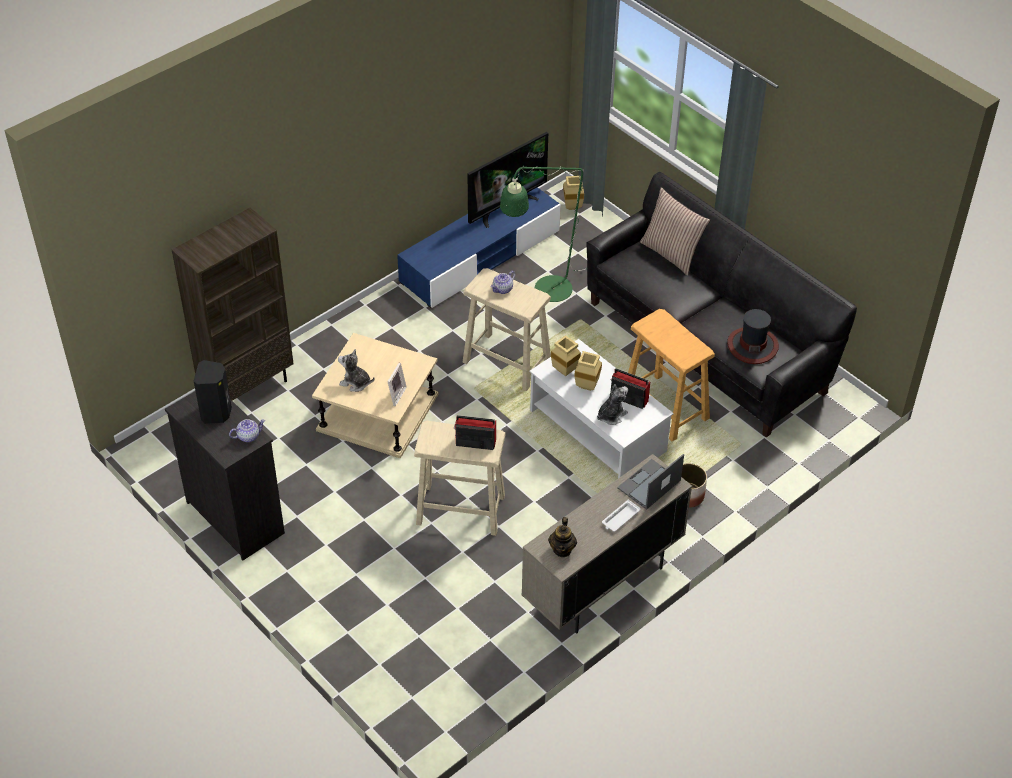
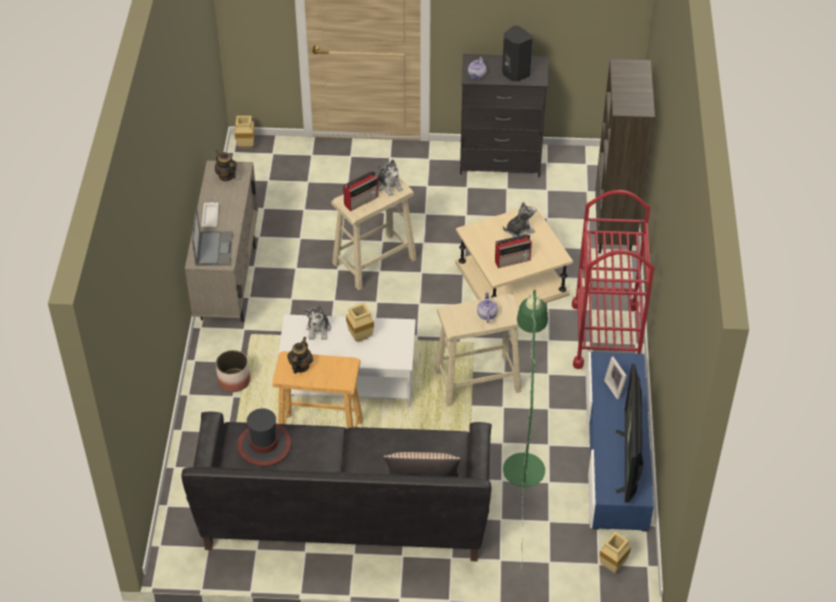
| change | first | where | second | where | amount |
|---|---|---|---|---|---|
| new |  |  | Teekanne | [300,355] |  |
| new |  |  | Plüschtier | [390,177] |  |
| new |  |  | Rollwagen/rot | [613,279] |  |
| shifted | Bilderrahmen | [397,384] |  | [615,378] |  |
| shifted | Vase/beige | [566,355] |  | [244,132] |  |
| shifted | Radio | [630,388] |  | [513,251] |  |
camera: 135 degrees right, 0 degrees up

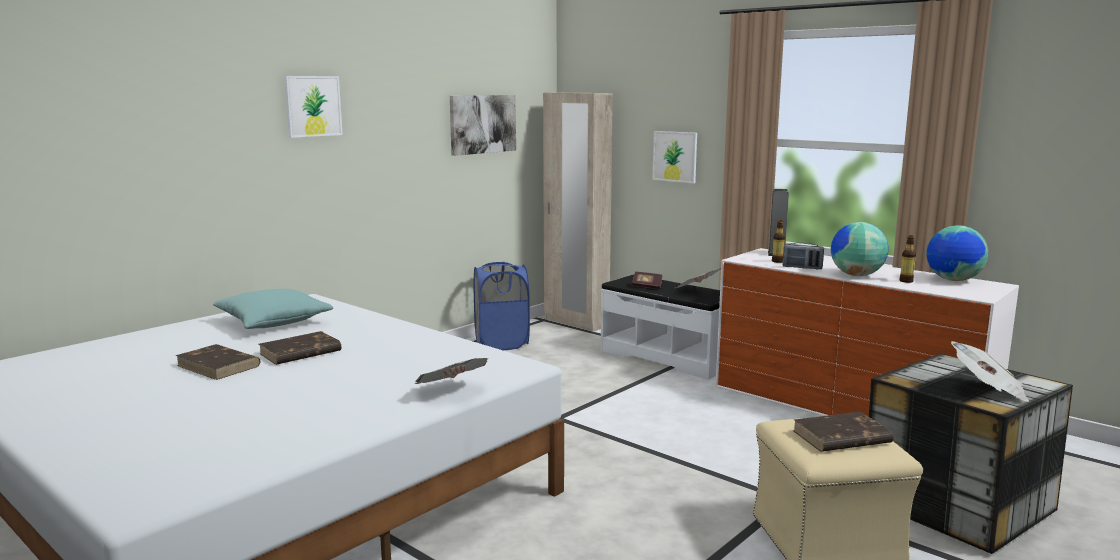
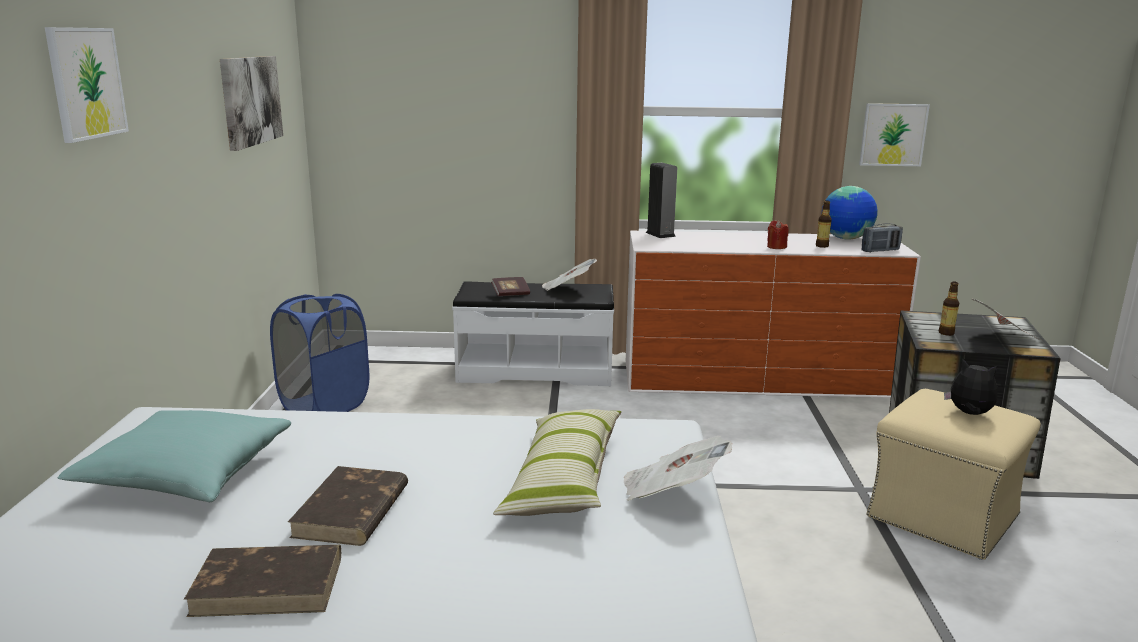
| change | first | where | second | where | amount |
|---|---|---|---|---|---|
| gone | Kleiderschrank/beige | [578,212] |  |  |  |
| new |  |  | Kissen | [557,462] |  |
| shifted | Bild | [675,157] |  | [894,134] |  |
| shifted | Flasche | [778,241] |  | [949,308] |  |
| shifted | Radio | [803,255] |  | [882,237] |  |
| swapped | Buch/braun | [843,432] | Plüschtier | [971,386] |  |
| swapped | Globus | [860,249] | Kerze/rot | [778,234] |  |
camera: 40 degrees left, 5 degrees up

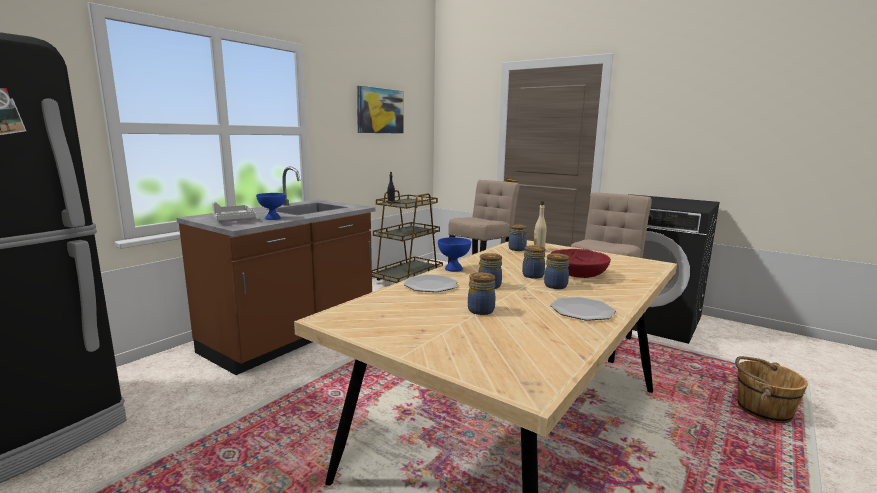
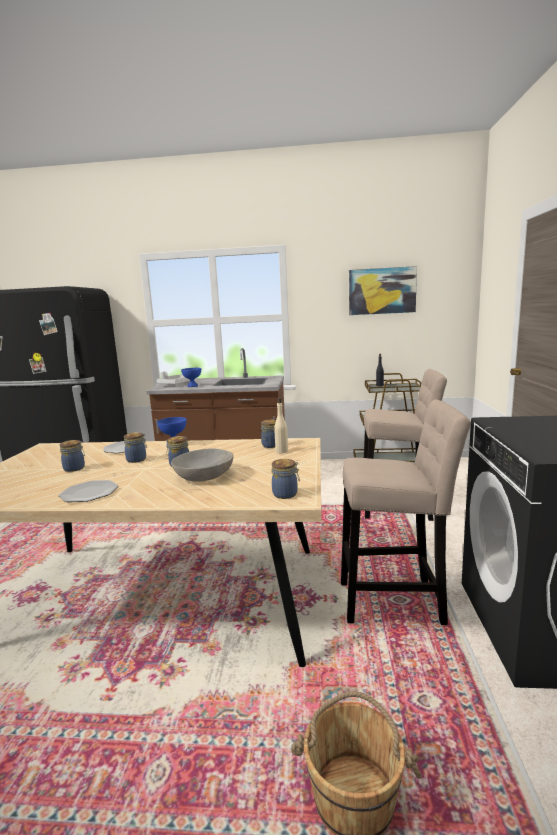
| change | first | where | second | where | amount |
|---|---|---|---|---|---|
| shifted | Vorratsglas | [556,271] |  | [286,479] |  |
| repainted | Schüssel/rot | [580,263] | Schüssel/grau | [202,464] |  |
camera: 60 degrees right, 0 degrees up

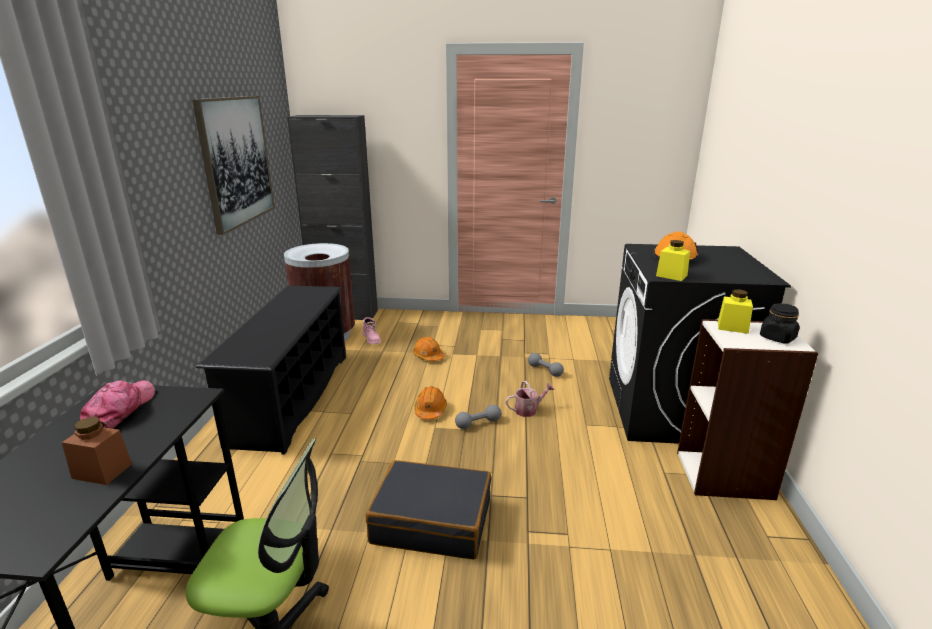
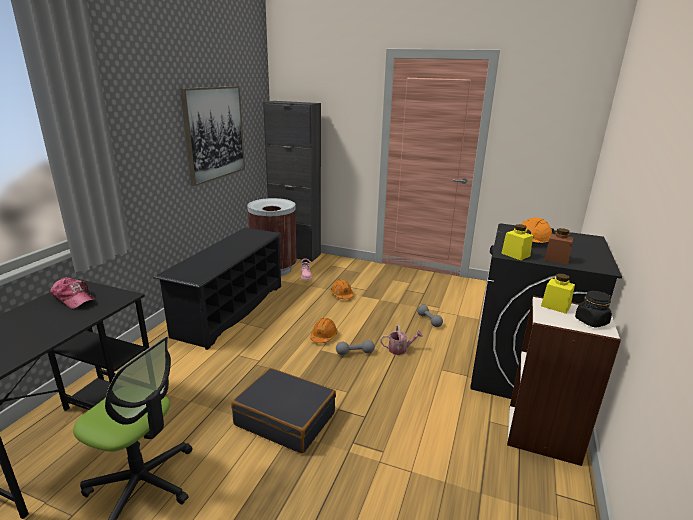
| change | first | where | second | where | amount |
|---|---|---|---|---|---|
| shifted | Vorratsglas/braun | [97,451] |  | [558,246] |  |
| rotated | Kappe | [117,404] |  | [73,293] | 105 degrees clockwise |
camera: 15 degrees right, 0 degrees up

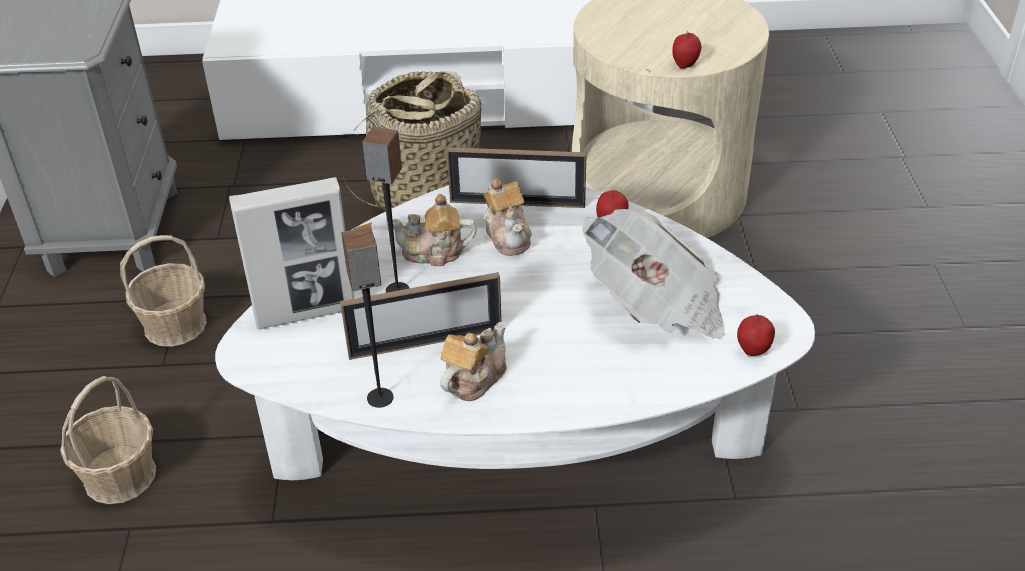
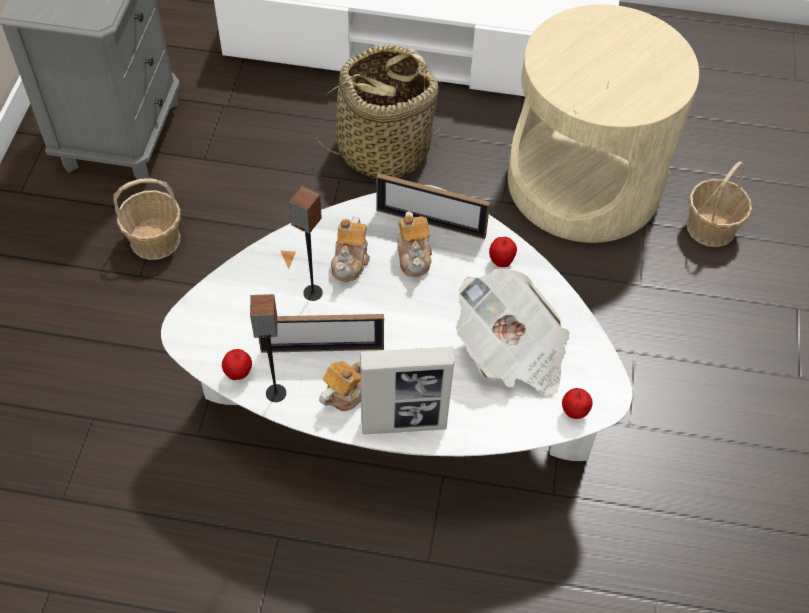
| change | first | where | second | where | amount |
|---|---|---|---|---|---|
| shifted | Korb | [108,440] |  | [719,204] |  |
| shifted | Bilderrahmen | [291,253] |  | [407,390] |  |
| shifted | Apfel | [686,50] |  | [237,364] |  |
| rotated | Teekanne | [434,230] |  | [350,249] | 90 degrees counterclockwise |
camera: 10 degrees right, 15 degrees up

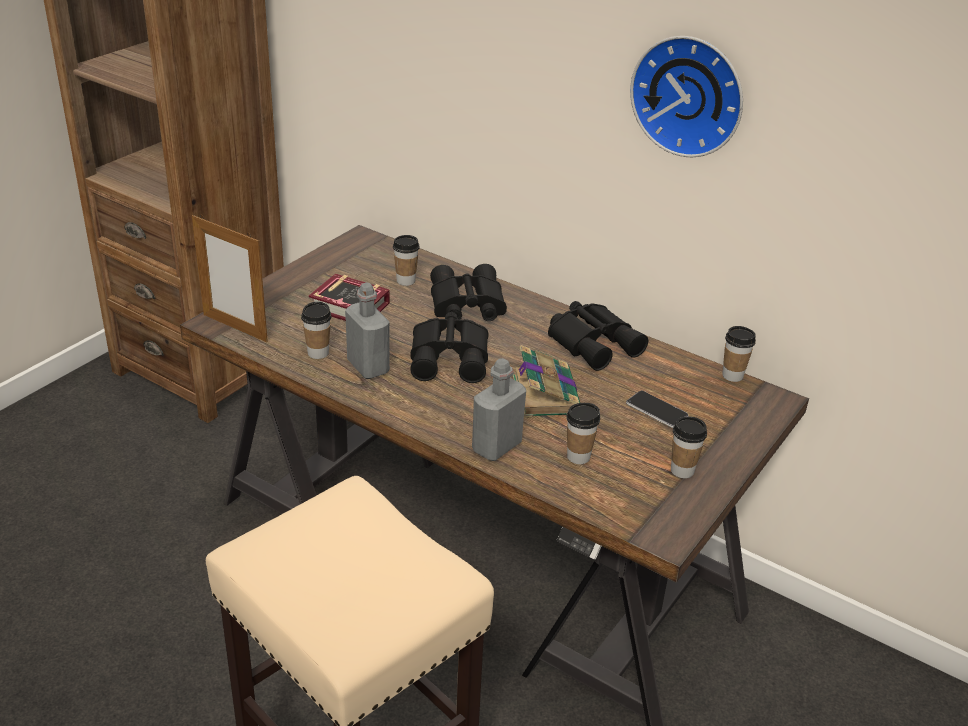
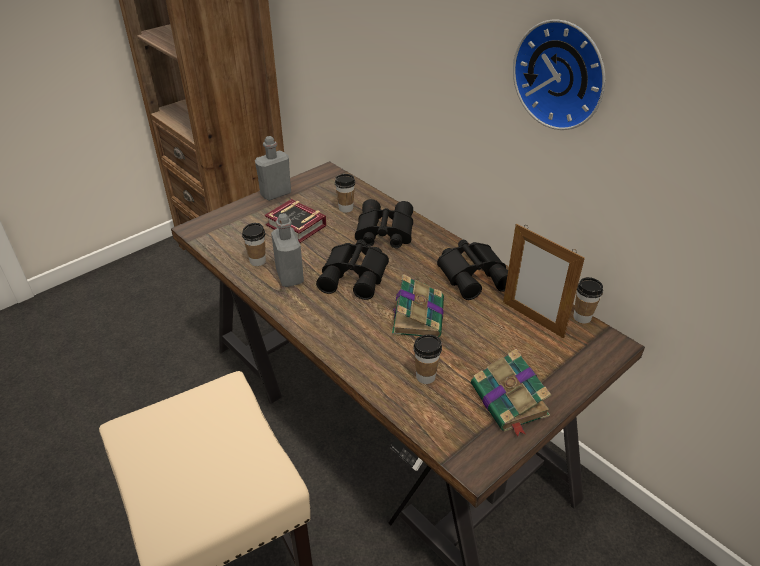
| change | first | where | second | where | amount |
|---|---|---|---|---|---|
| gone | Handy | [657,409] |  |  |  |
| shifted | Bilderrahmen | [230,278] |  | [544,280] |  |
| shifted | Flasche/grau | [499,409] |  | [273,168] |  |
| swapped | Tasse | [689,447] | Buch | [511,392] |  |
camera: 15 degrees right, 5 degrees up

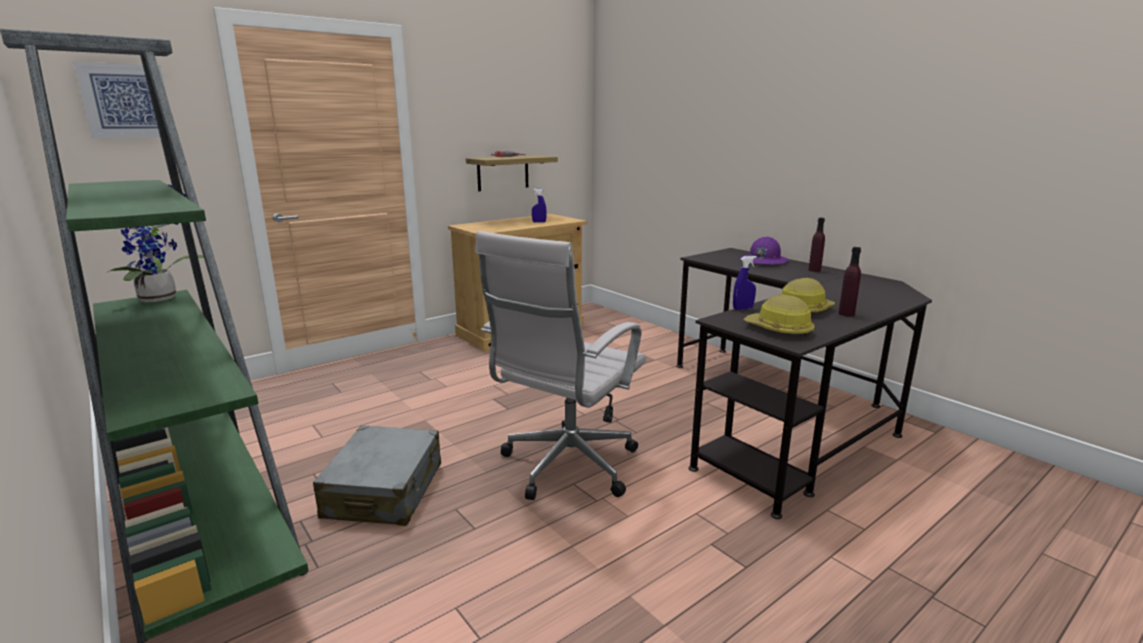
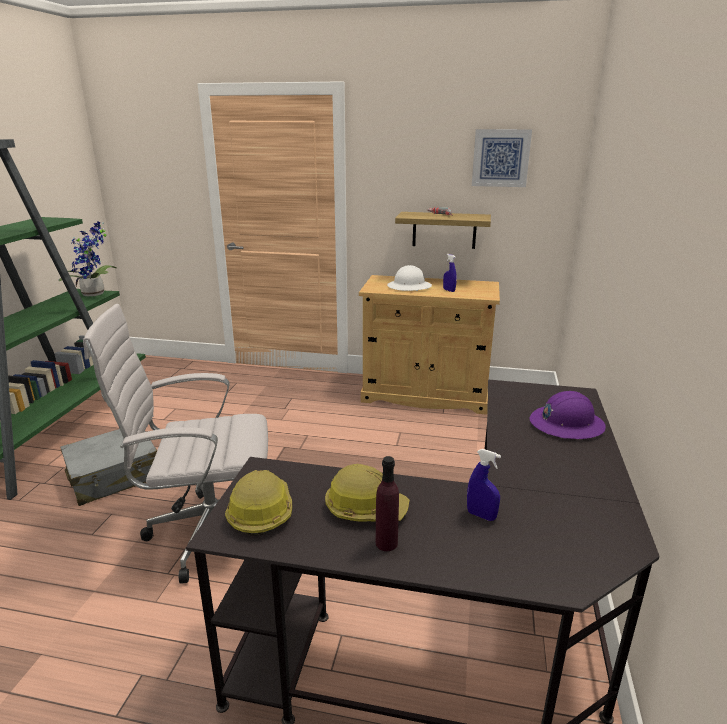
| change | first | where | second | where | amount |
|---|---|---|---|---|---|
| gone | Flasche/lila | [816,245] |  |  |  |
| new |  |  | Schutzhelm/weiß | [409,278] |  |
| shifted | Bild | [120,99] |  | [502,158] |  |
| shifted | Sprühflasche/blau | [745,283] |  | [484,485] |  |
camera: 50 degrees right, 5 degrees up

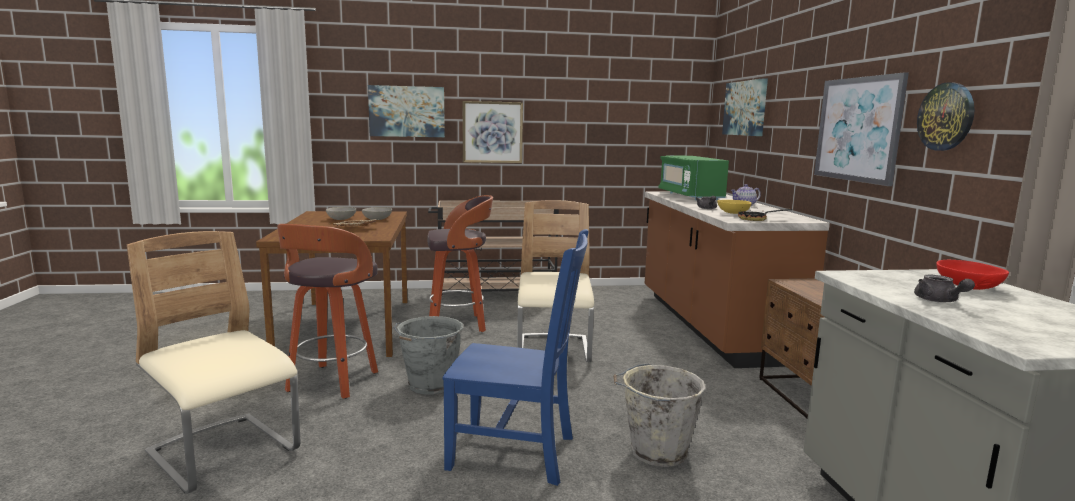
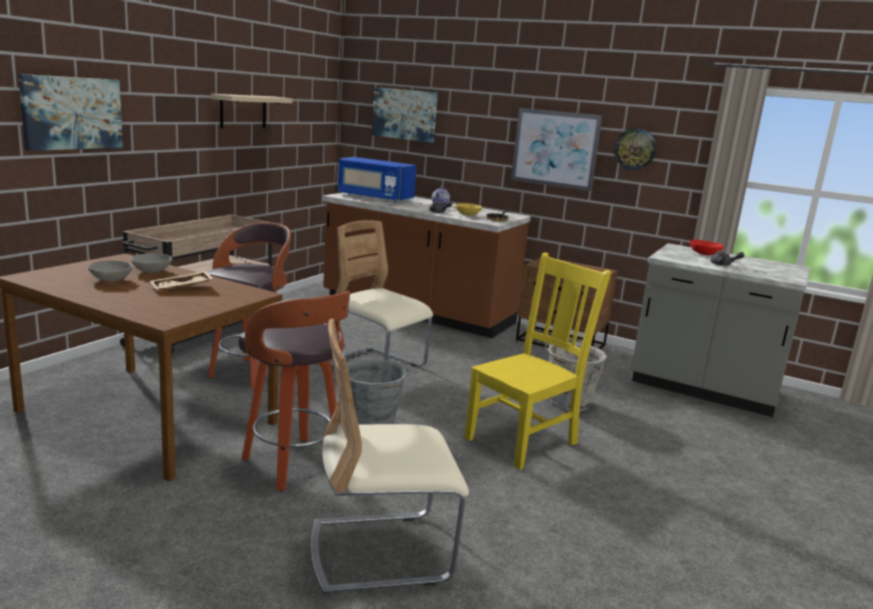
| change | first | where | second | where | amount |
|---|---|---|---|---|---|
| gone | Bild | [493,132] |  |  |  |
| new |  |  | Wandregal/beige | [252,111] |  |
| repainted | Stuhl/blau | [516,357] | Stuhl/gelb | [538,361] |  |
| repainted | Mikrowelle/grün | [694,177] | Mikrowelle/blau | [377,180] |  |
camera: 55 degrees left, 5 degrees up

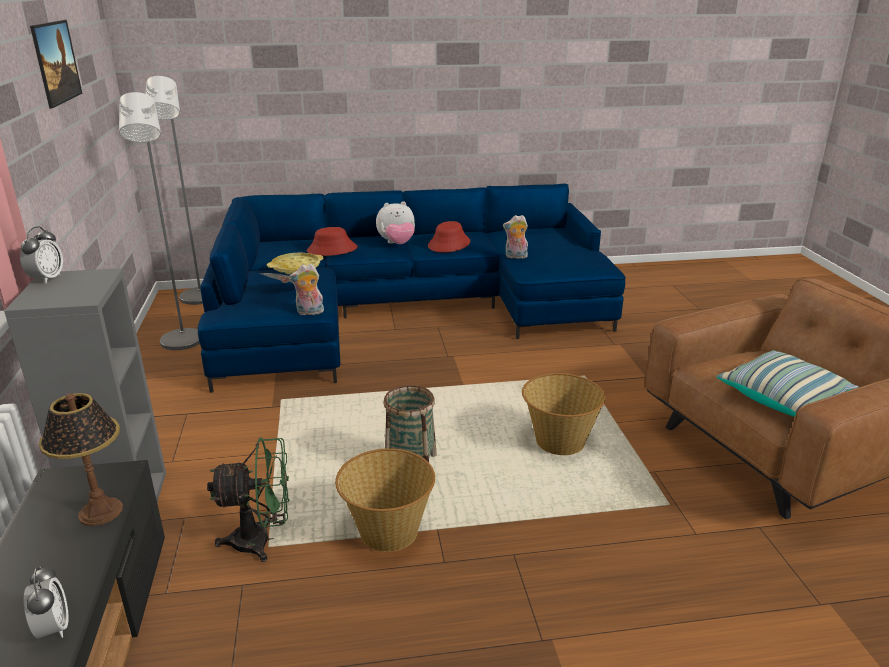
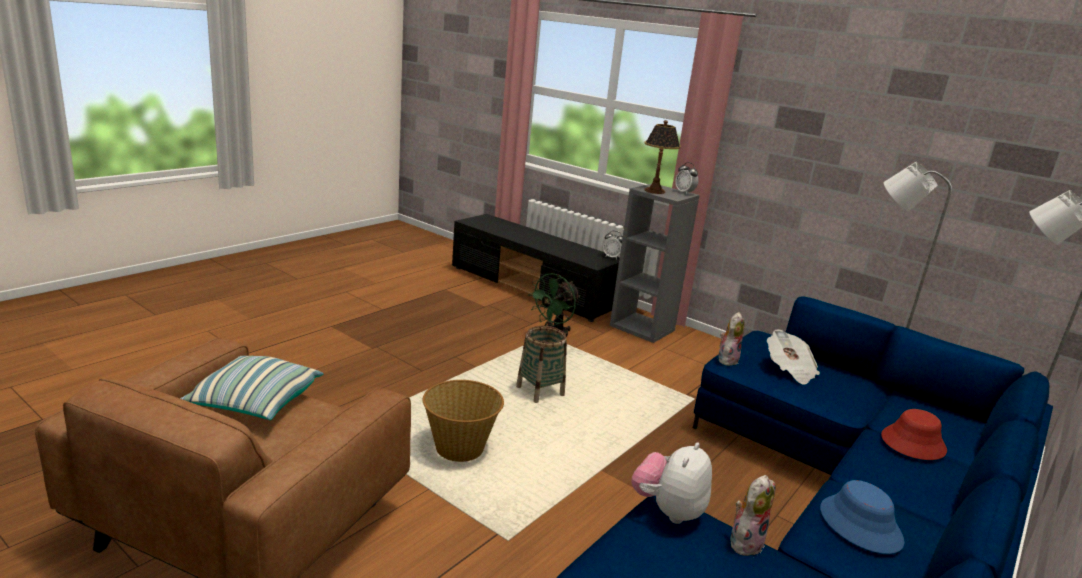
| change | first | where | second | where | amount |
|---|---|---|---|---|---|
| gone | Bild | [56,64] |  |  |  |
| gone | Tablett/gelb | [295,264] |  |  |  |
| gone | Korb | [385,500] |  |  |  |
| shifted | Wecker | [46,602] |  | [613,245] |  |
| shifted | Tischlampe | [81,459] |  | [662,157] |  |
| shifted | Plüschtier | [395,222] |  | [672,483] |  |
| repainted | Hut/rot | [449,237] | Hut/blau | [862,517] |  |
camera: 135 degrees right, 5 degrees down

